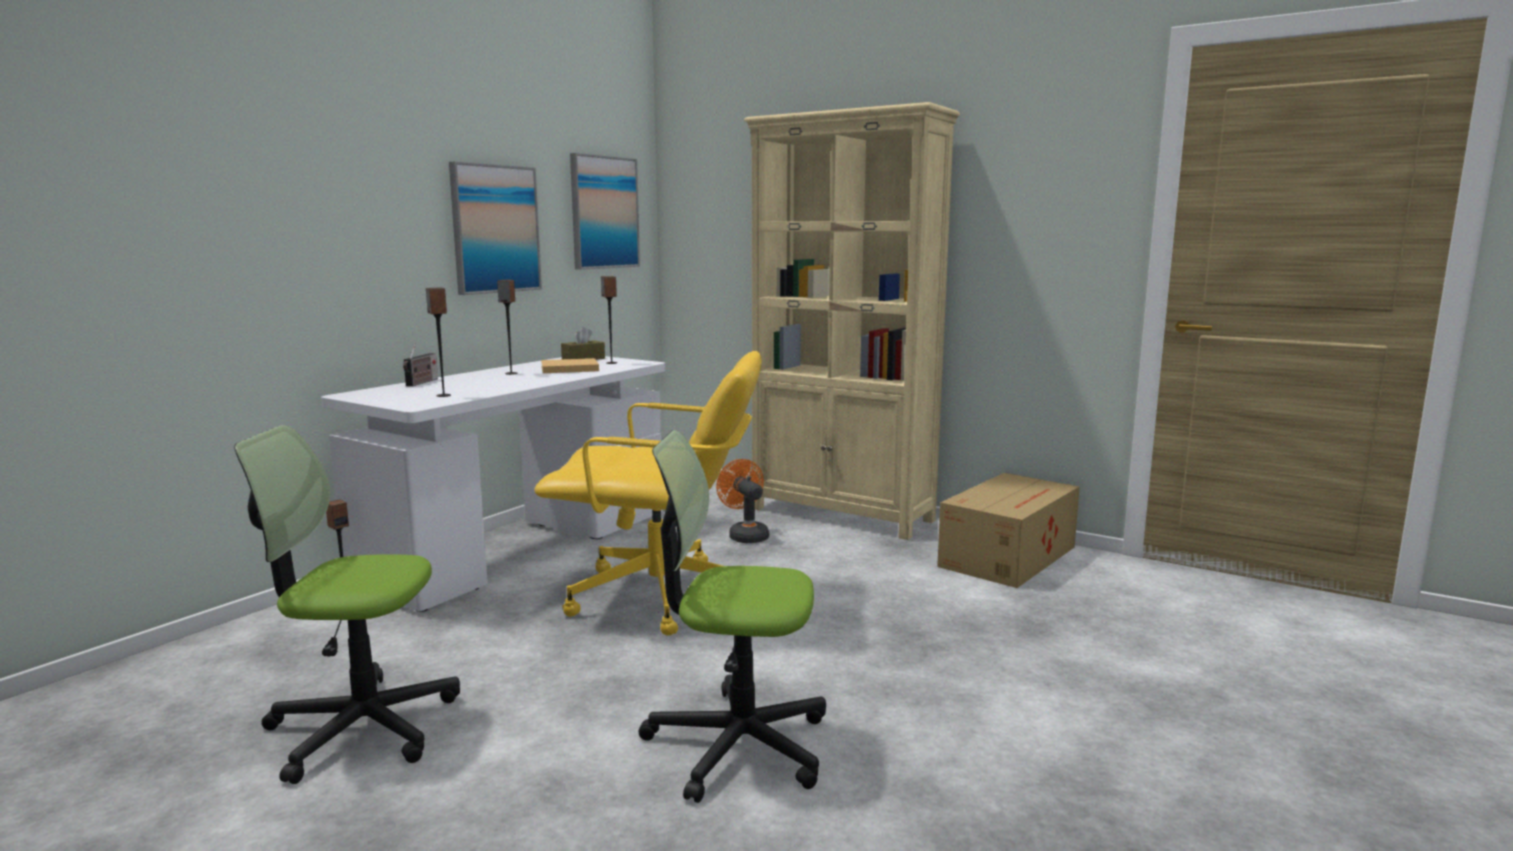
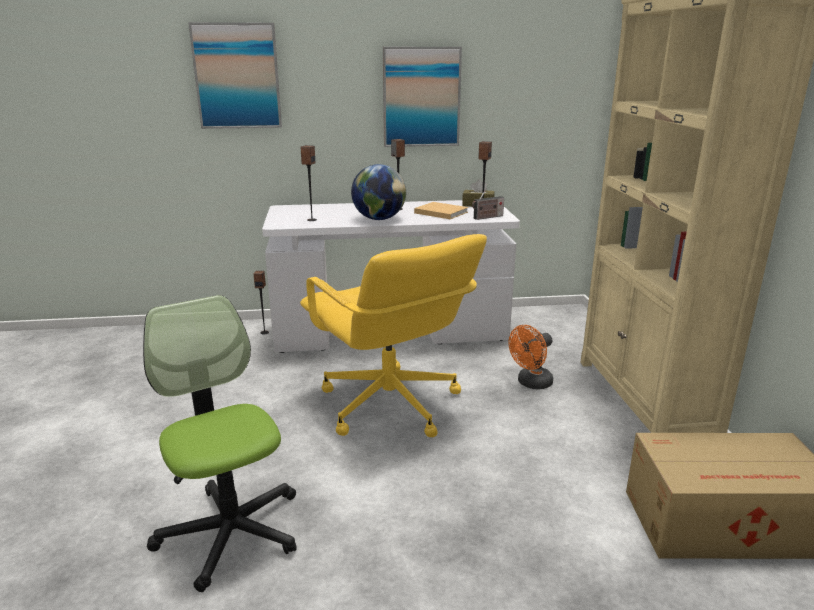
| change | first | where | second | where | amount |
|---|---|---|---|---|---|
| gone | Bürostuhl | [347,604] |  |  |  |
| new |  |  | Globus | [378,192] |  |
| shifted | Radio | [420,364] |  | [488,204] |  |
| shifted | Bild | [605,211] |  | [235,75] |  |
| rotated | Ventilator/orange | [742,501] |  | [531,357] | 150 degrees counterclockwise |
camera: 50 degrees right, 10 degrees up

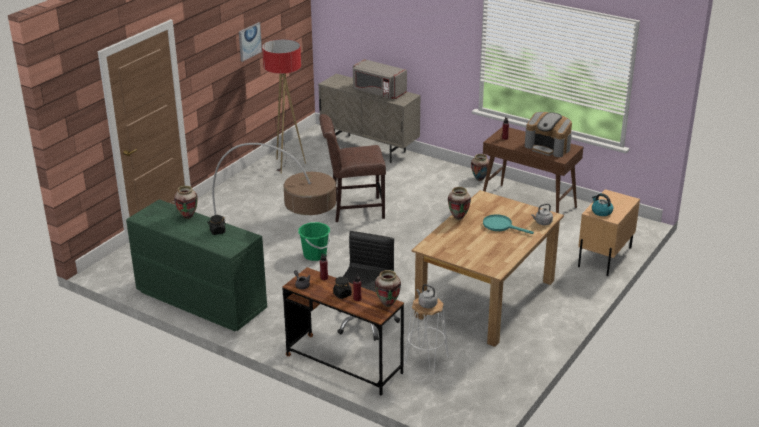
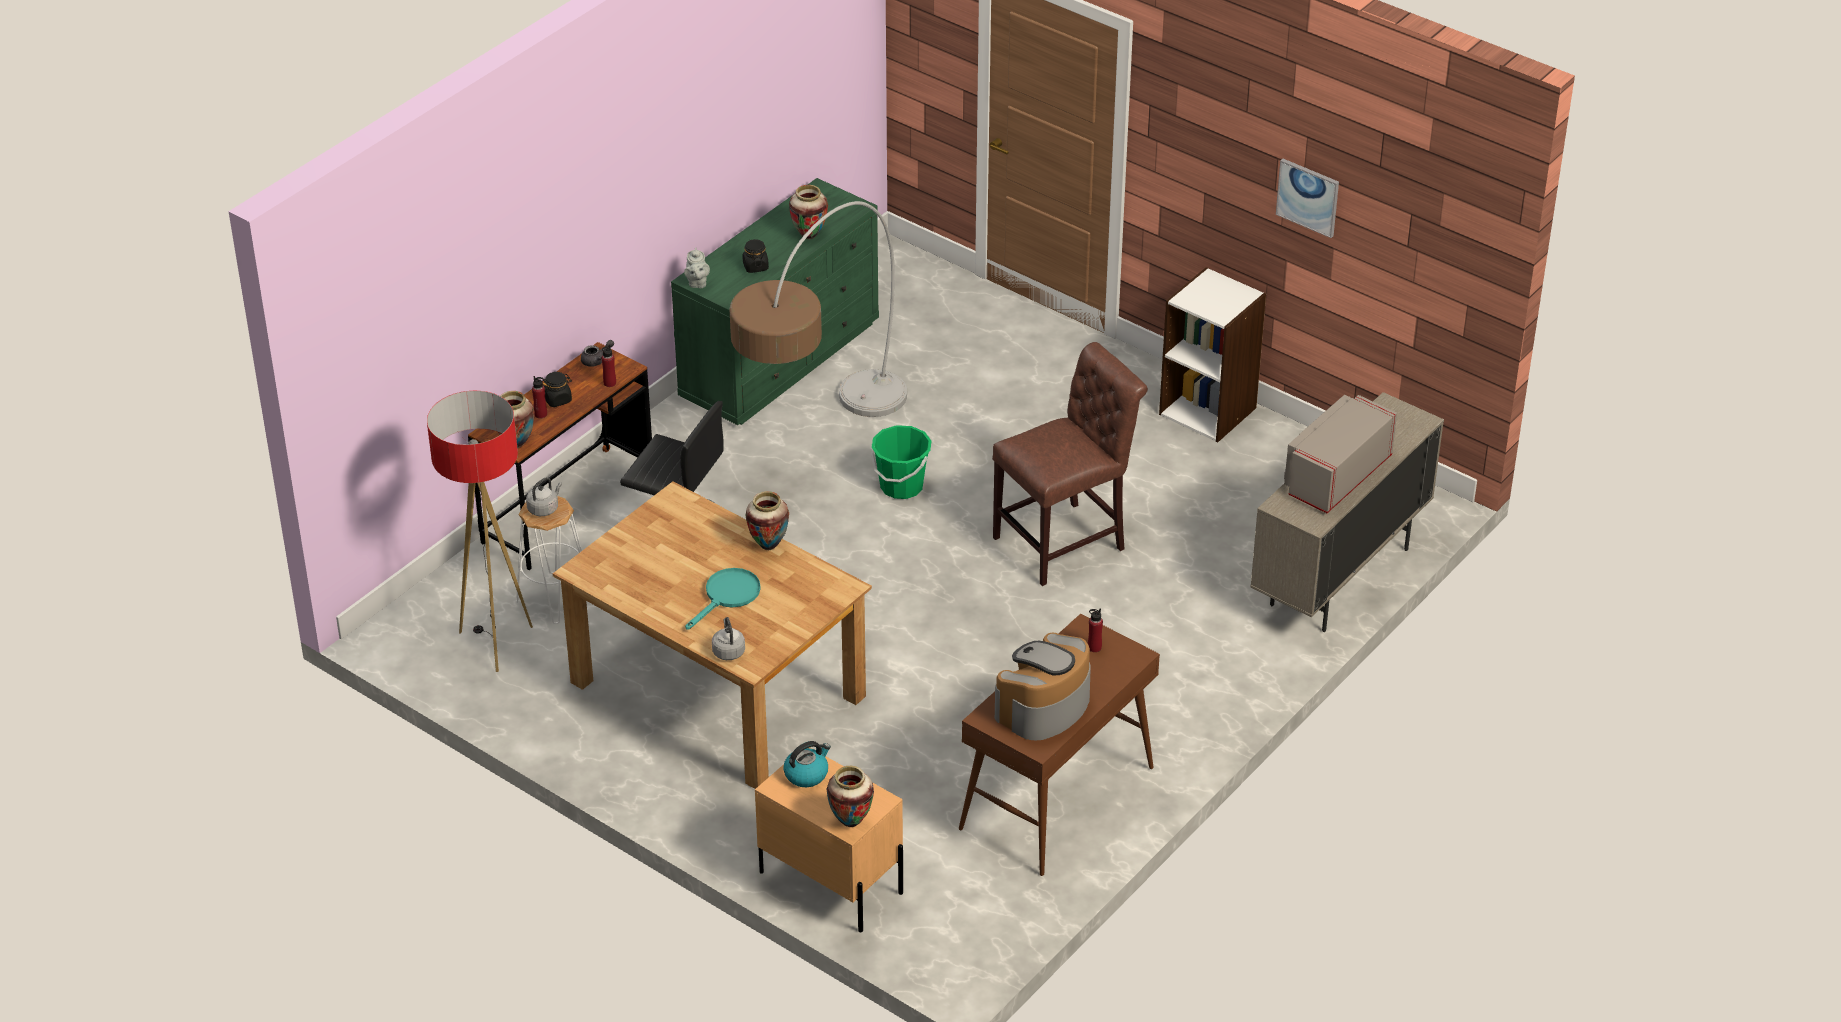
| change | first | where | second | where | amount |
|---|---|---|---|---|---|
| new |  |  | Teekanne/grau | [697,268] |  |
| new |  |  | Bücherregal/weiß | [1212,354] |  |
| shifted | Stehlampe | [284,106] |  | [480,531] |  |
| shifted | Vase | [480,167] |  | [850,796] |  |
| rotated | Stuhl/braun | [352,168] |  | [1070,464] | 60 degrees clockwise |
camera: 95 degrees right, 10 degrees up

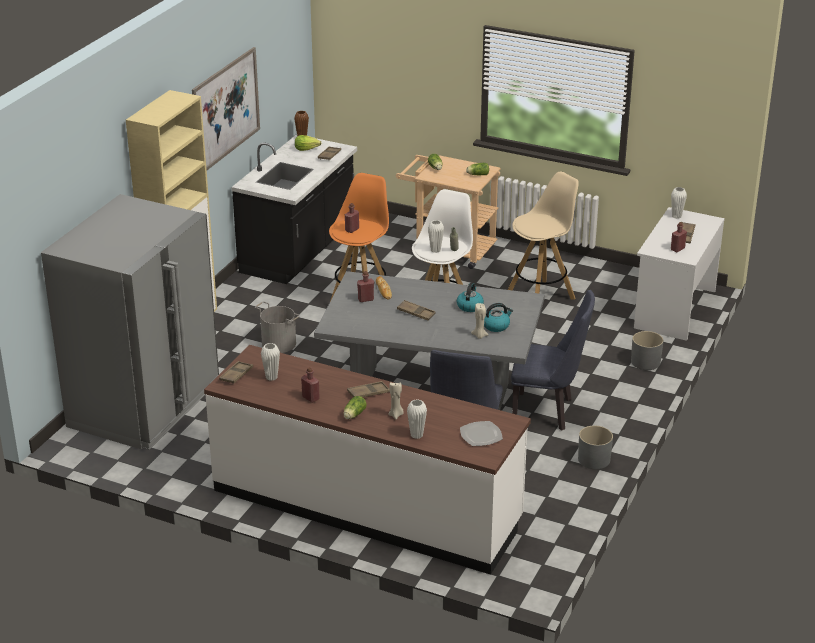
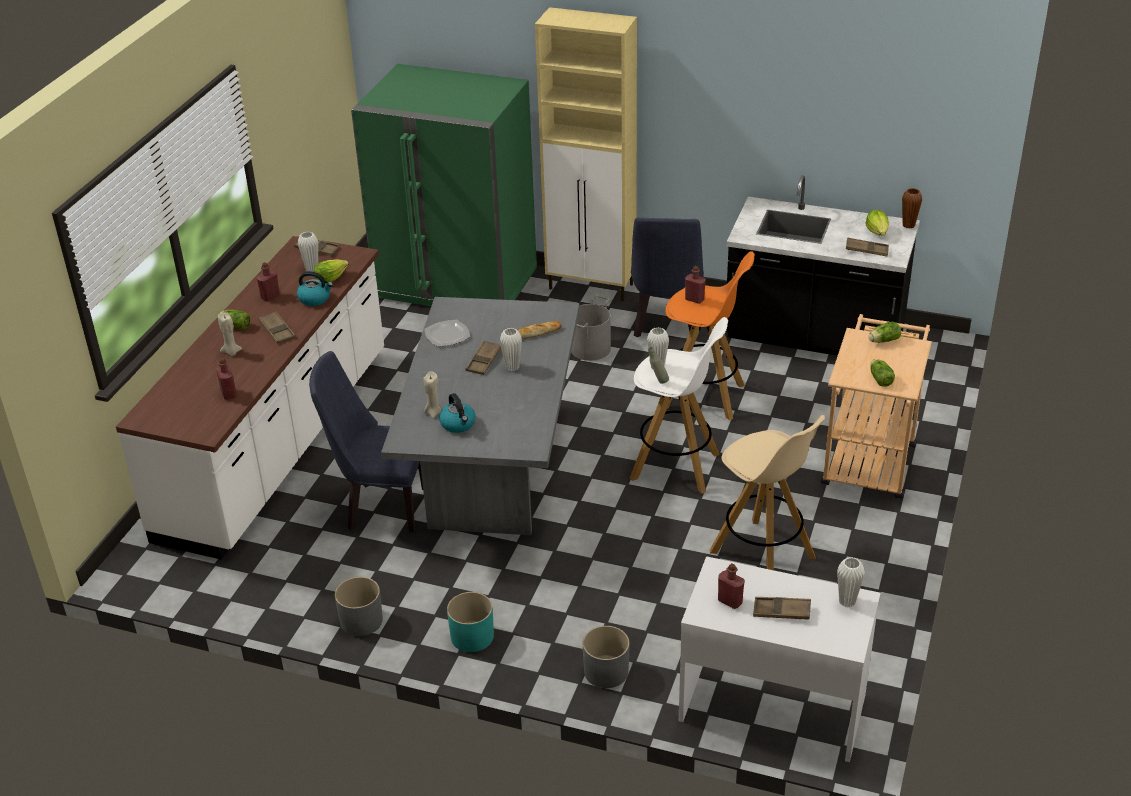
| change | first | where | second | where | amount |
|---|---|---|---|---|---|
| gone | Bild | [226,108] |  |  |  |
| new |  |  | Salatkopf | [331,271] |  |
| new |  |  | Pflanzkübel/türkis | [470,622] |  |
| shifted | Flasche/rot | [365,286] |  | [226,379] |  |
| shifted | Vase/weiß | [417,419] |  | [511,350] |  |
| shifted | Wasserkessel | [470,297] |  | [315,288] |  |
| shifted | Teller | [481,433] |  | [447,333] |  |
| shifted | Stuhl/blau | [553,360] |  | [667,277] |  |
| repainted | Kühlschrank/grau | [130,322] | Kühlschrank/grün | [444,185] |  |
camera: 85 degrees right, 5 degrees up

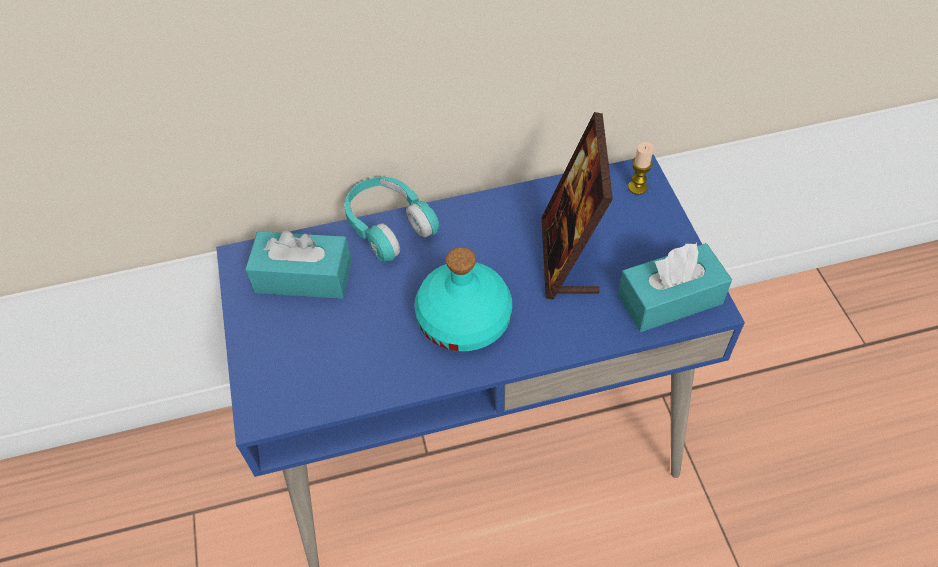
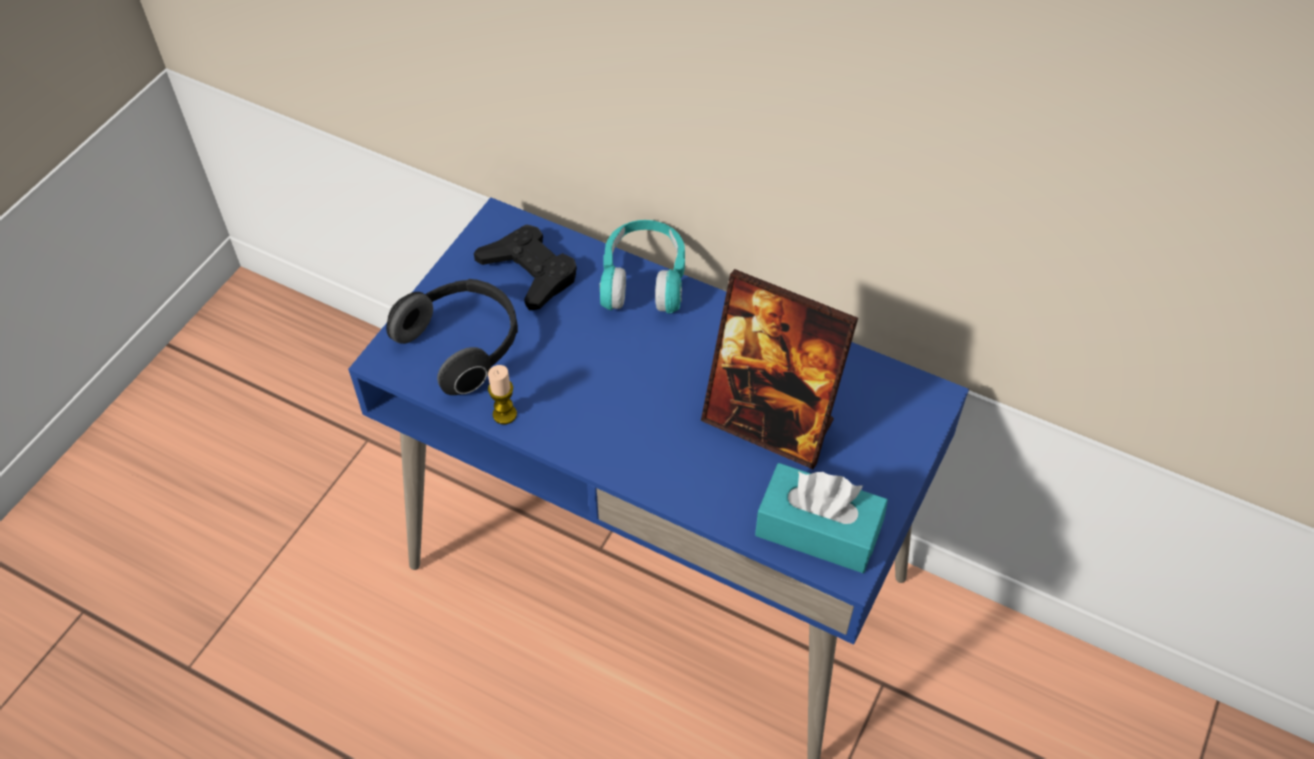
| change | first | where | second | where | amount |
|---|---|---|---|---|---|
| gone | Flasche/türkis | [463,299] |  |  |  |
| new |  |  | Kopfhörer | [452,337] |  |
| shifted | Kerze | [641,168] |  | [502,394] |  |
| swapped | Taschentuchbox/türkis | [298,264] | Gamepad/schwarz | [525,267] |  |
| rotated | Bilderrahmen | [577,206] |  | [779,369] | 105 degrees counterclockwise |
camera: 40 degrees right, 0 degrees up

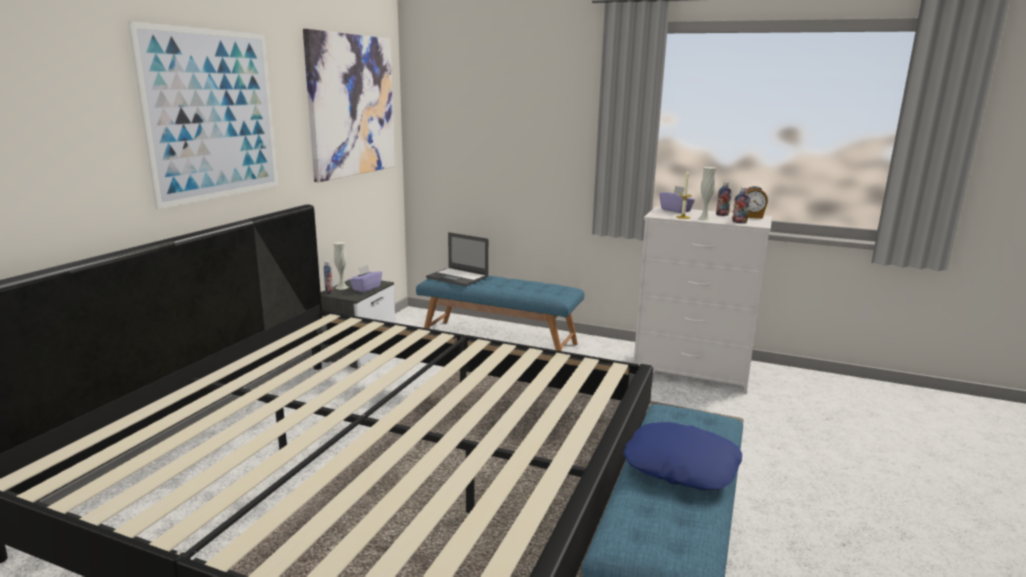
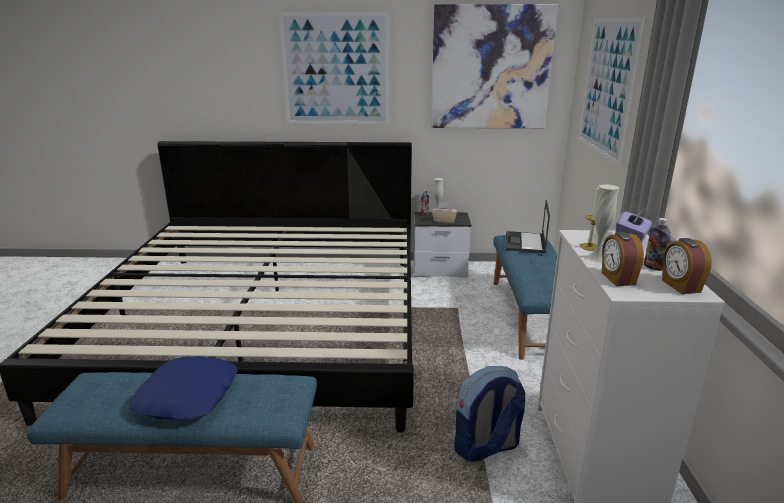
| change | first | where | second | where | amount |
|---|---|---|---|---|---|
| new |  |  | Rucksack | [489,414] |  |
| new |  |  | Bild | [612,91] |  |
| swapped | Flasche | [741,205] | Wecker | [623,259] |  |
| repainted | Taschentuchbox/lila | [365,278] | Taschentuchbox/beige | [444,212] |  |
camera: 70 degrees right, 5 degrees up

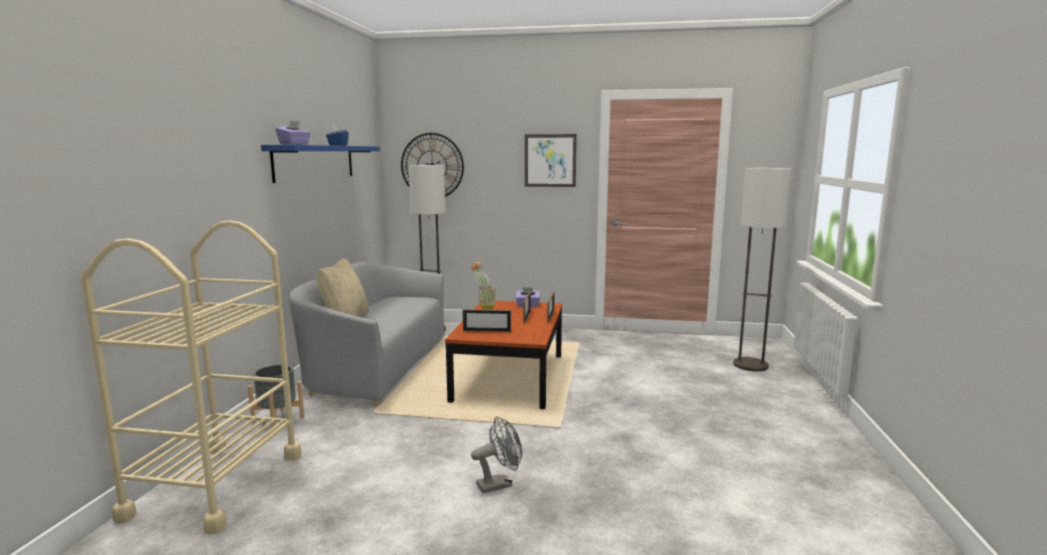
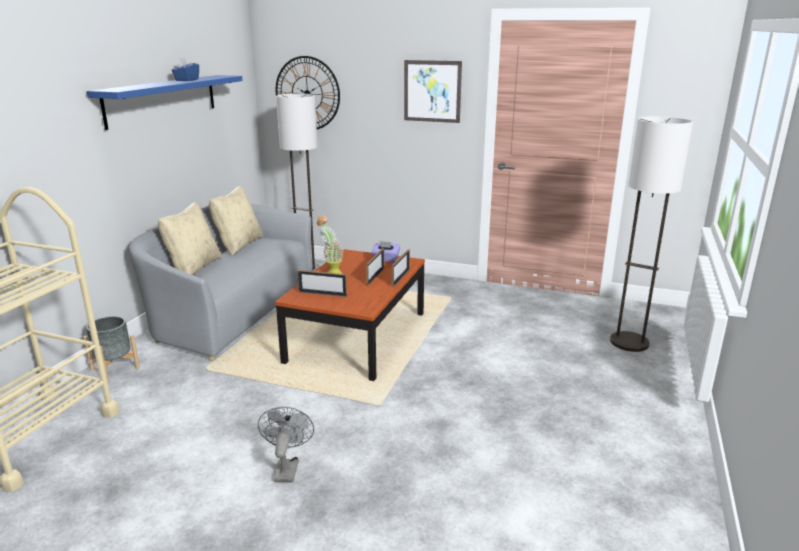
| change | first | where | second | where | amount |
|---|---|---|---|---|---|
| gone | Taschentuchbox/lila | [293,132] |  |  |  |
| new |  |  | Kissen/beige | [236,221] |  |
| rotated | Ventilator/grau | [496,454] |  | [286,444] | 75 degrees counterclockwise |
camera: 10 degrees right, 10 degrees up

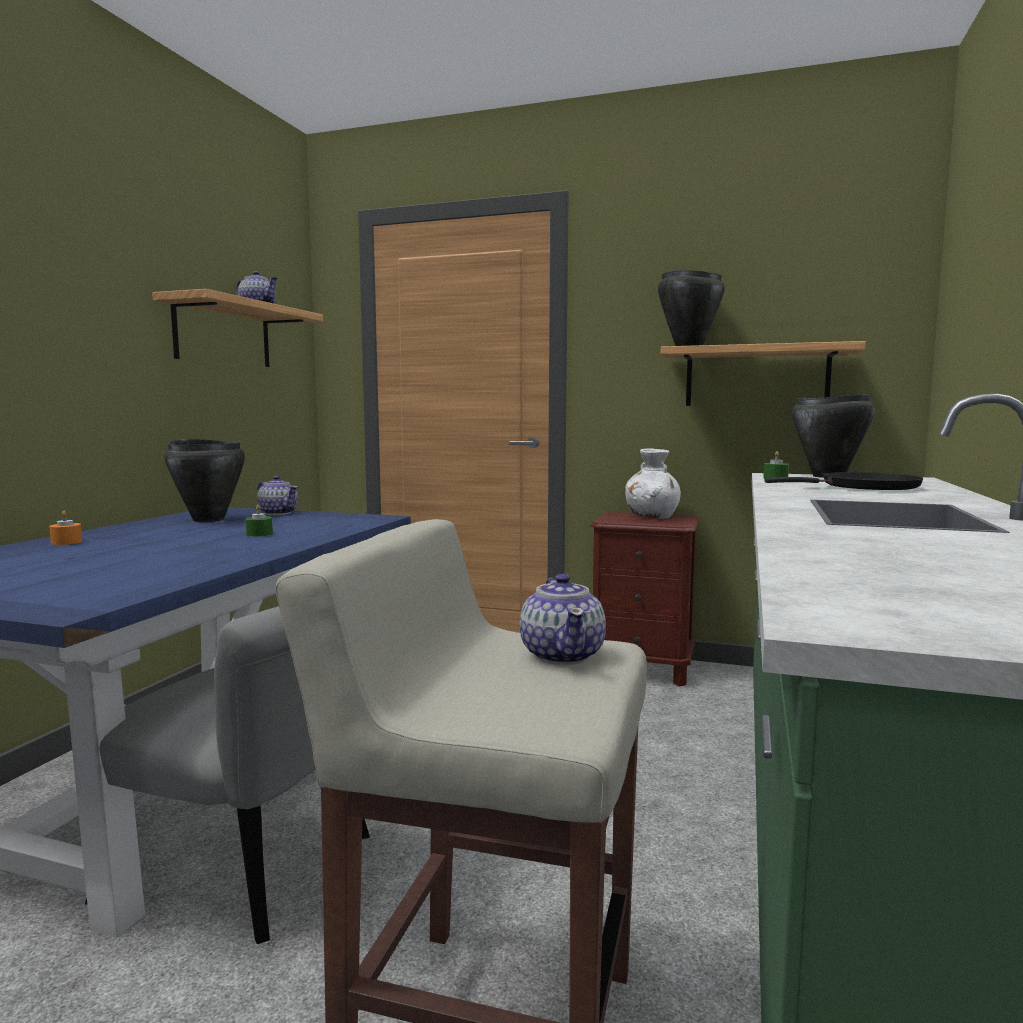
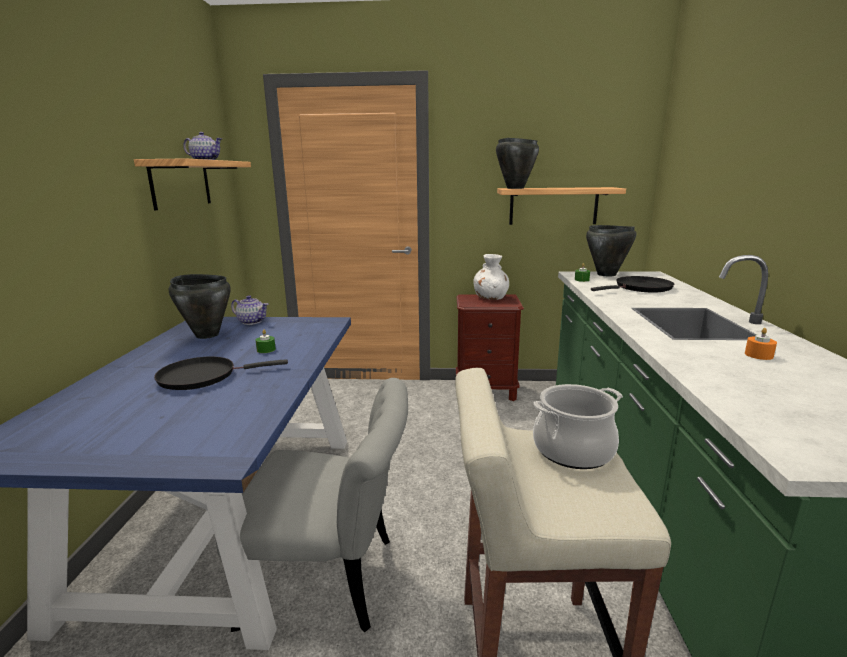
| change | first | where | second | where | amount |
|---|---|---|---|---|---|
| new |  |  | Pfanne/schwarz | [221,373] |  |
| shifted | Kerze/orange | [65,528] |  | [761,344] |  |
| swapped | Teekanne | [563,619] | Kochtopf | [578,426] |  |
camera: 15 degrees left, 10 degrees up

